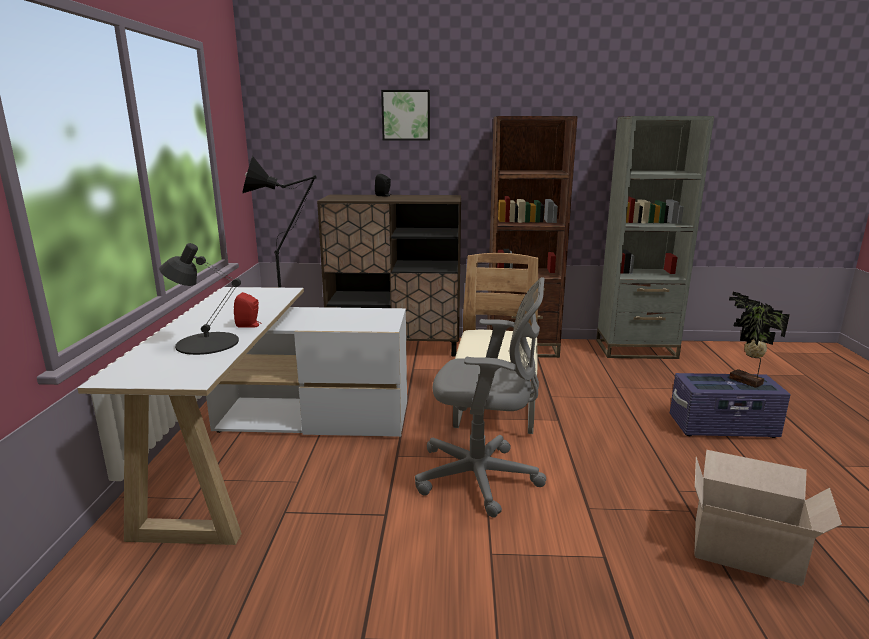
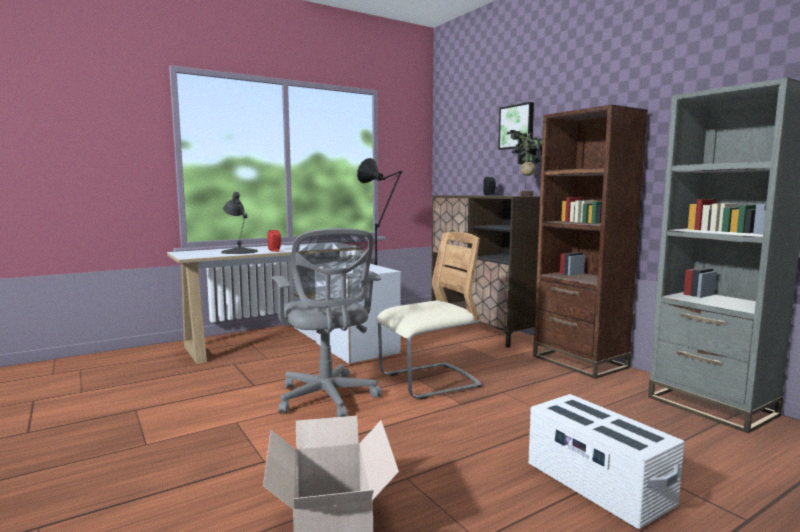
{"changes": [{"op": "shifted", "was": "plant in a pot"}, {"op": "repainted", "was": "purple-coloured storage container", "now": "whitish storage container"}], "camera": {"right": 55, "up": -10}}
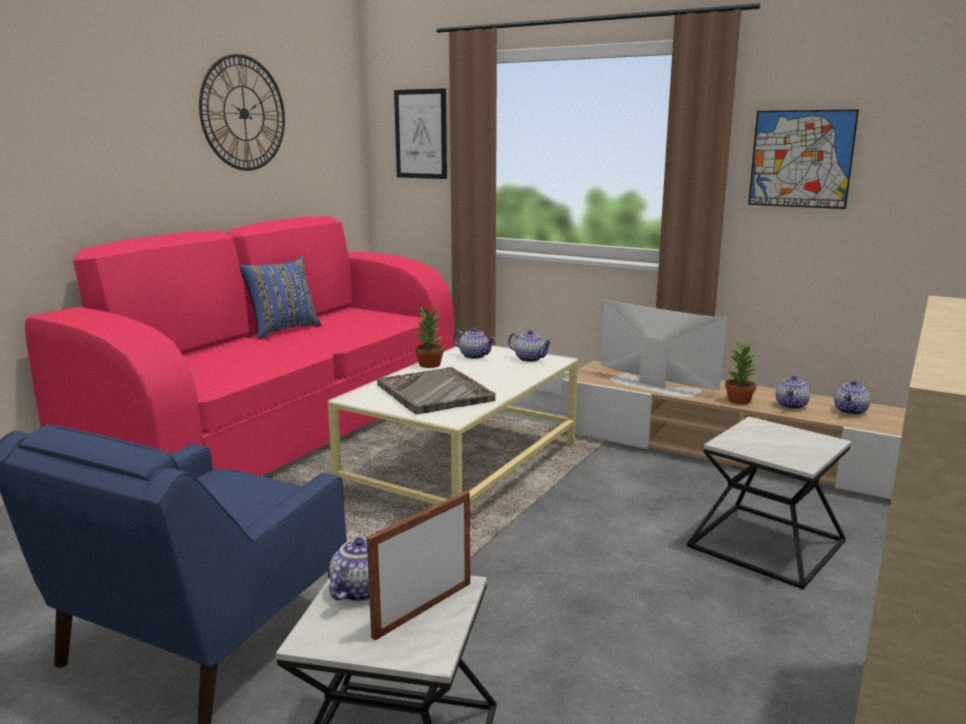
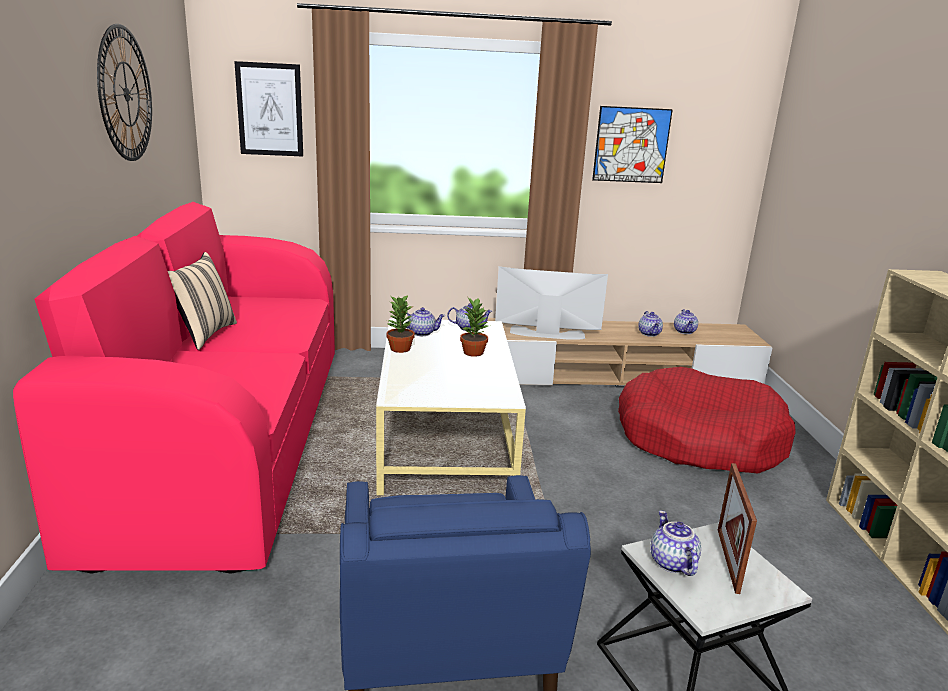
{"changes": [{"op": "repainted", "was": "blue-coloured pillow", "now": "beige-coloured pillow"}, {"op": "shifted", "was": "plant in a pot (no. 2 from left)"}, {"op": "gone", "was": "gray tray"}, {"op": "swapped", "was": "side table (no. 2 from left)", "now": "reddish dog bed"}], "camera": {"right": -35, "up": 5}}
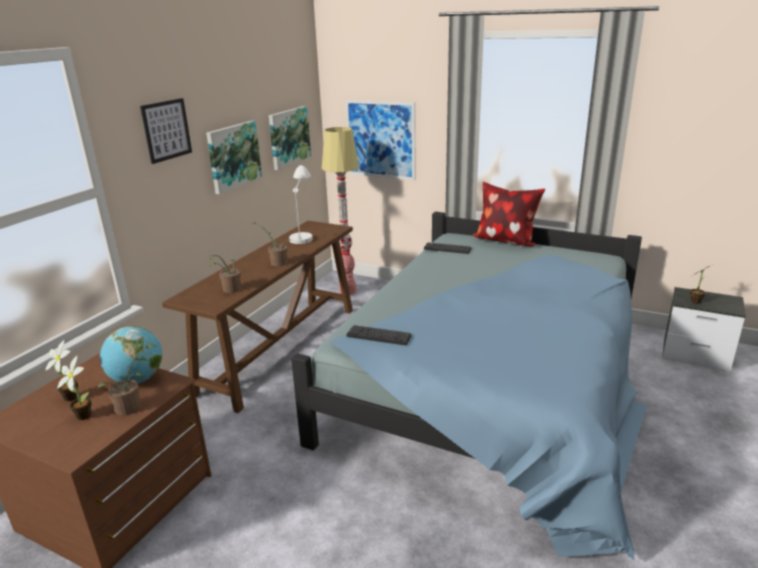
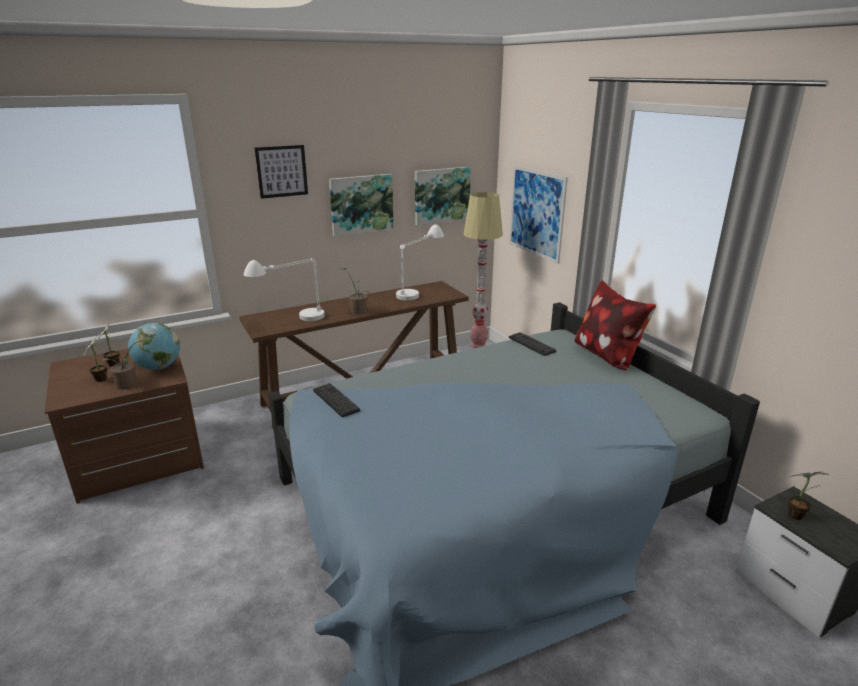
{"changes": [{"op": "swapped", "was": "plant in a pot (no. 4 from left)", "now": "whitish table lamp (no. 1 from left)"}], "camera": {"right": 35, "up": 0}}
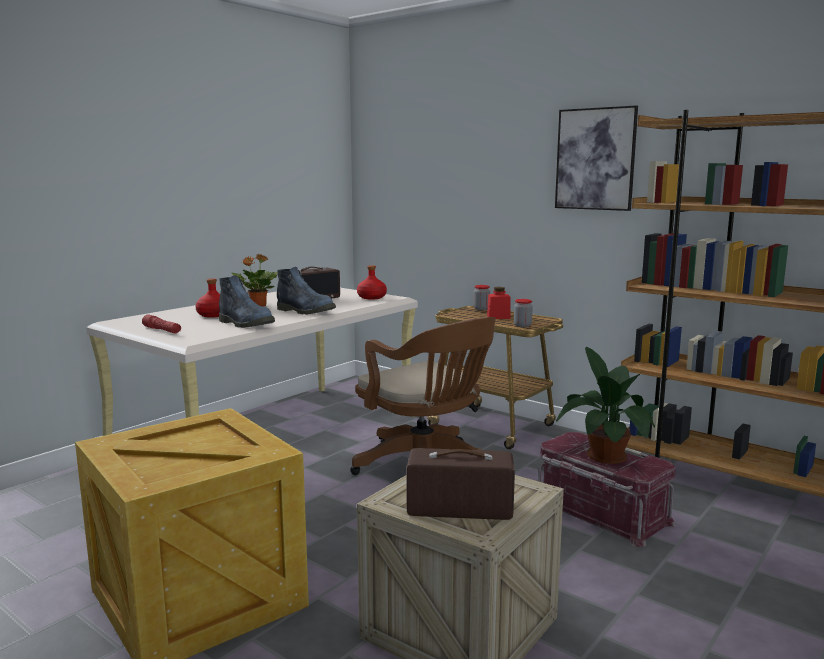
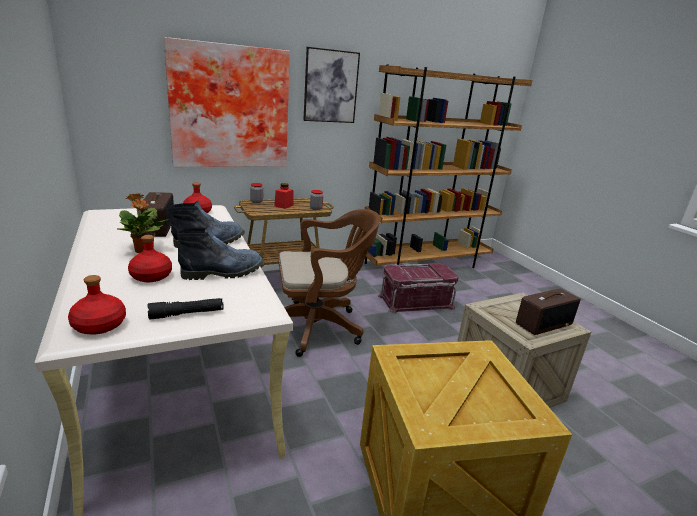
{"changes": [{"op": "repainted", "was": "reddish torch", "now": "black torch"}, {"op": "gone", "was": "plant in a pot (no. 2 from left)"}, {"op": "rotated", "was": "radio set (no. 2 from left)", "clockwise": -150}, {"op": "new", "now": "picture (no. 1 from left)"}, {"op": "new", "now": "reddish bottle (no. 1 from left)"}], "camera": {"right": -65, "up": 10}}
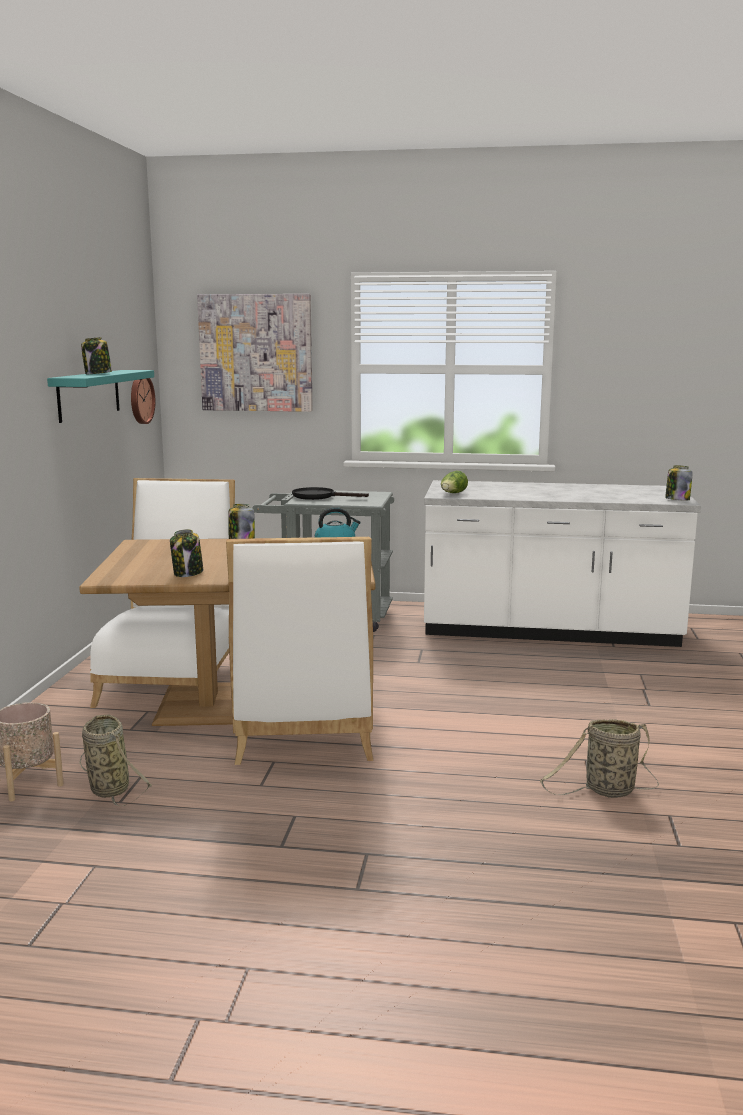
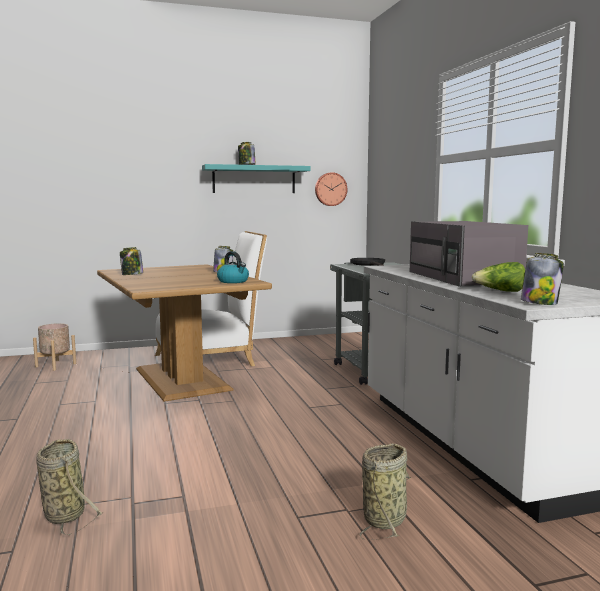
{"changes": [{"op": "gone", "was": "picture"}, {"op": "shifted", "was": "lettuce head"}, {"op": "gone", "was": "whitish chair (no. 2 from left)"}, {"op": "shifted", "was": "storage basket (no. 1 from left in the first image)", "now": "storage basket (no. 2 from left)"}, {"op": "new", "now": "gray microwave oven"}], "camera": {"right": 65, "up": -5}}
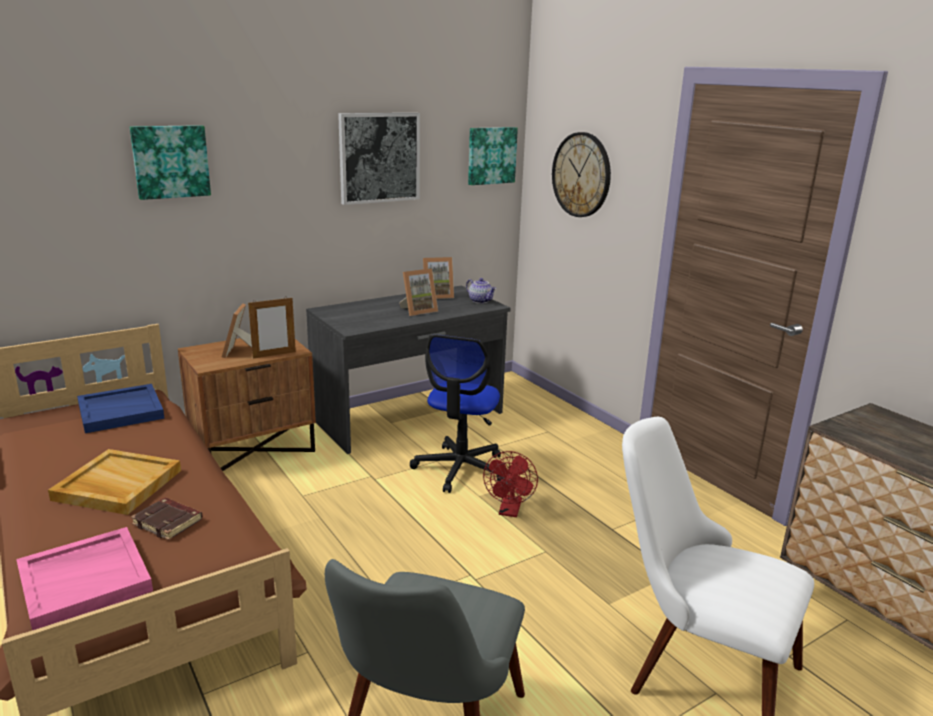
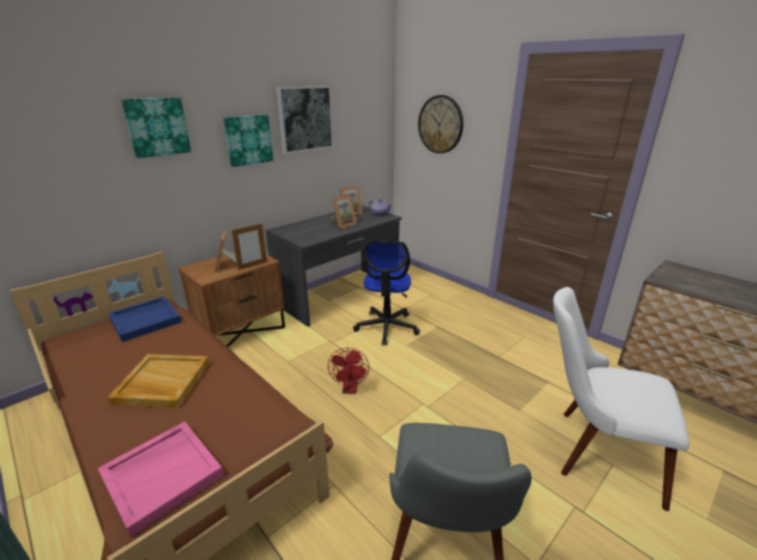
{"changes": [{"op": "shifted", "was": "picture (no. 3 from left in the first image)", "now": "picture (no. 2 from left)"}, {"op": "shifted", "was": "reddish electric fan"}, {"op": "gone", "was": "brownish volume"}], "camera": {"right": -10, "up": 5}}
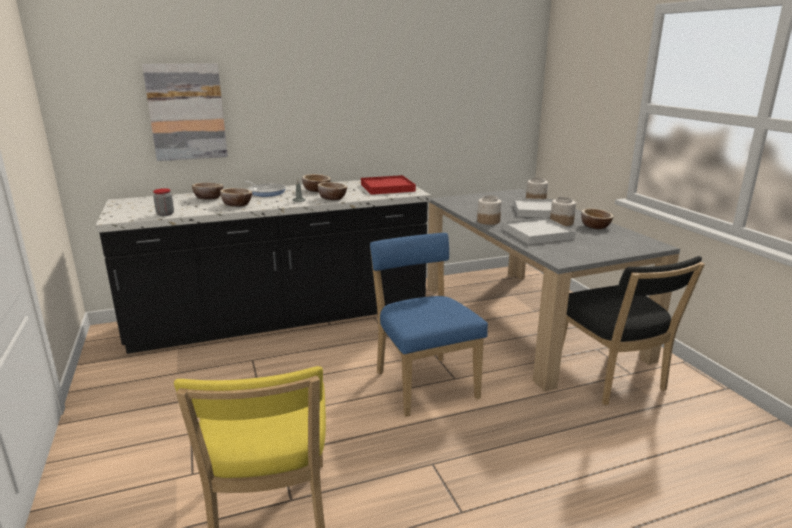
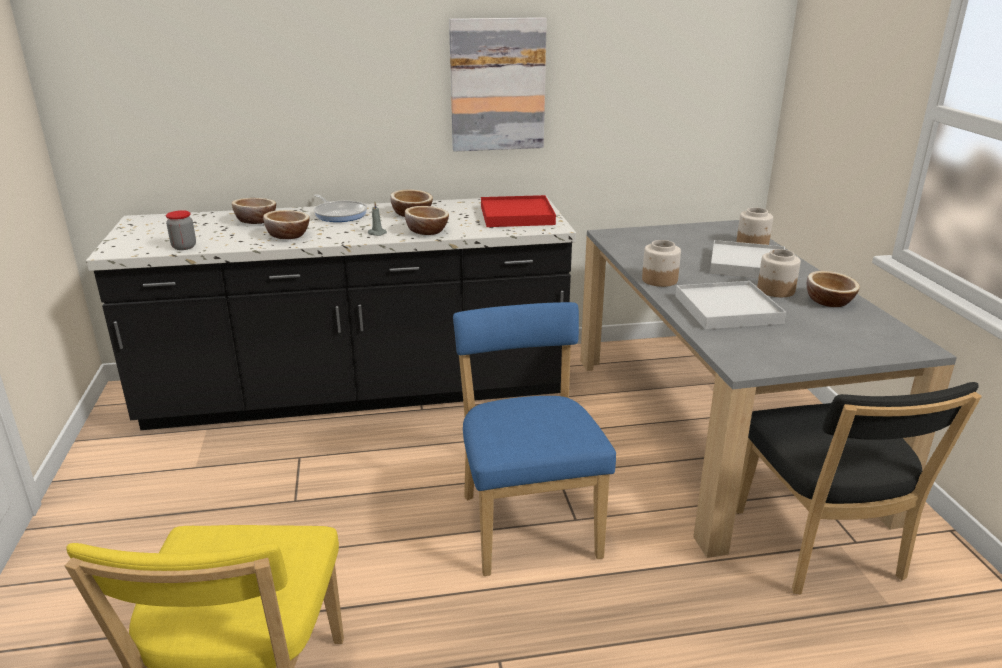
{"changes": [{"op": "shifted", "was": "picture"}], "camera": {"right": 10, "up": 5}}
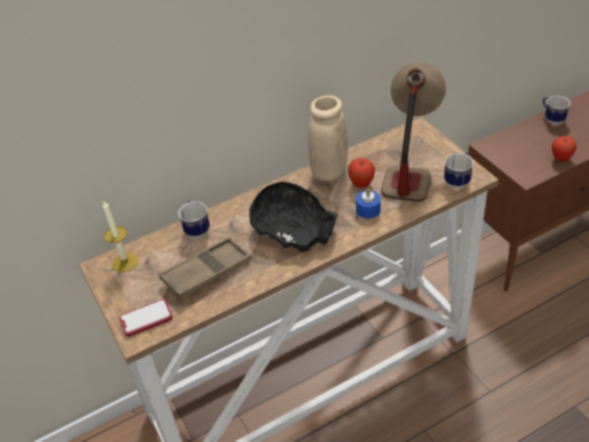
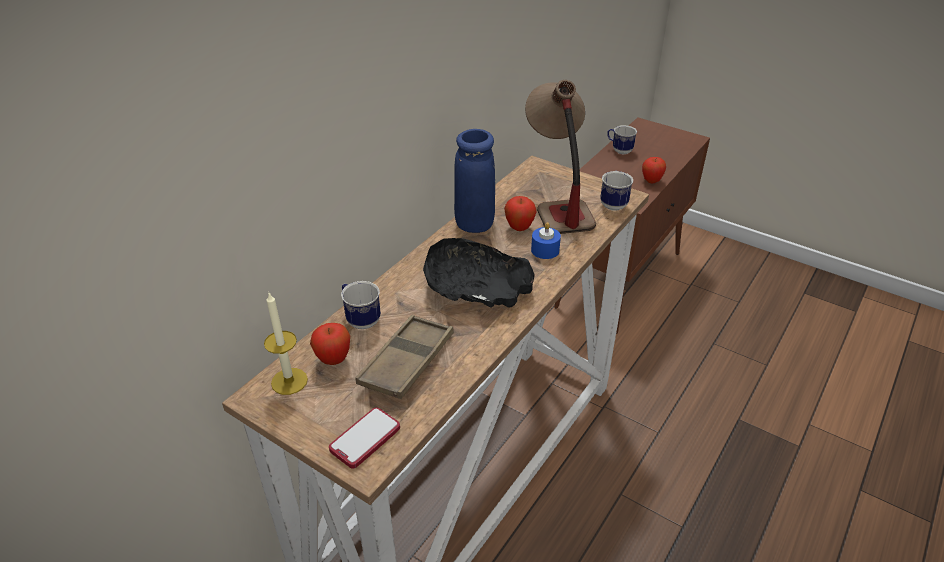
{"changes": [{"op": "repainted", "was": "beige-coloured vase", "now": "blue-coloured vase"}, {"op": "new", "now": "apple (no. 1 from left)"}], "camera": {"right": -30, "up": -5}}
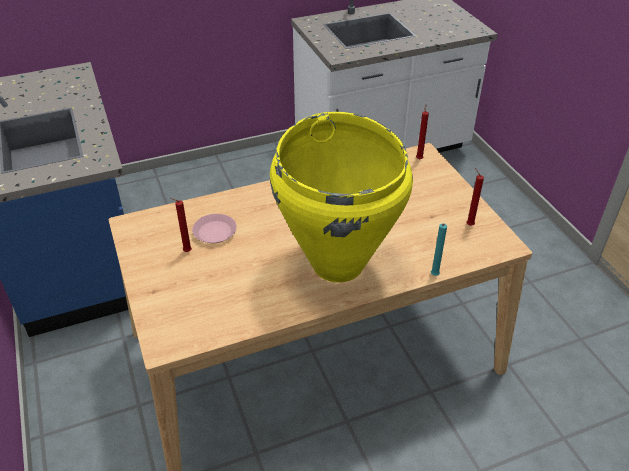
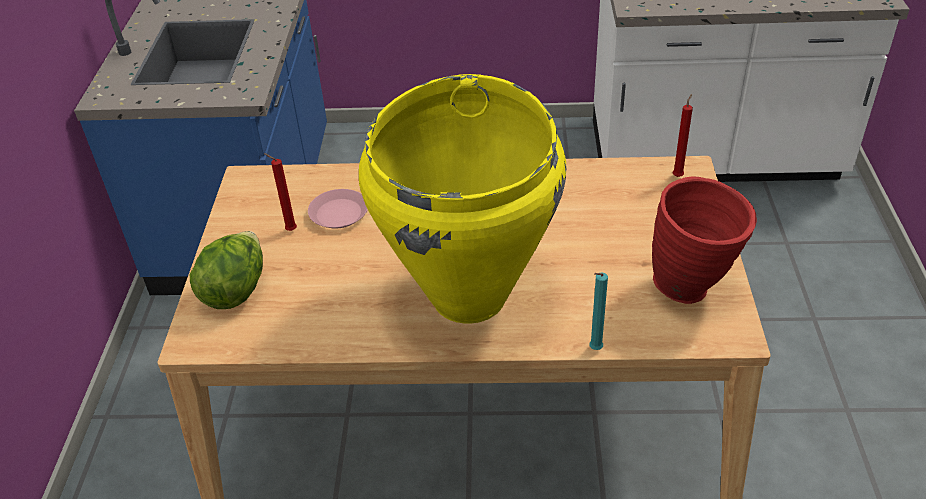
{"changes": [{"op": "swapped", "was": "reddish candle (no. 3 from left)", "now": "reddish vase"}, {"op": "new", "now": "lettuce head"}], "camera": {"right": 25, "up": 0}}
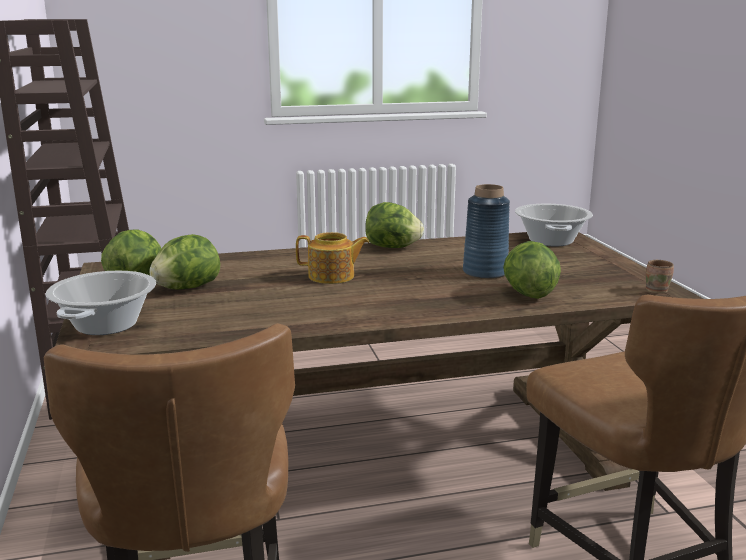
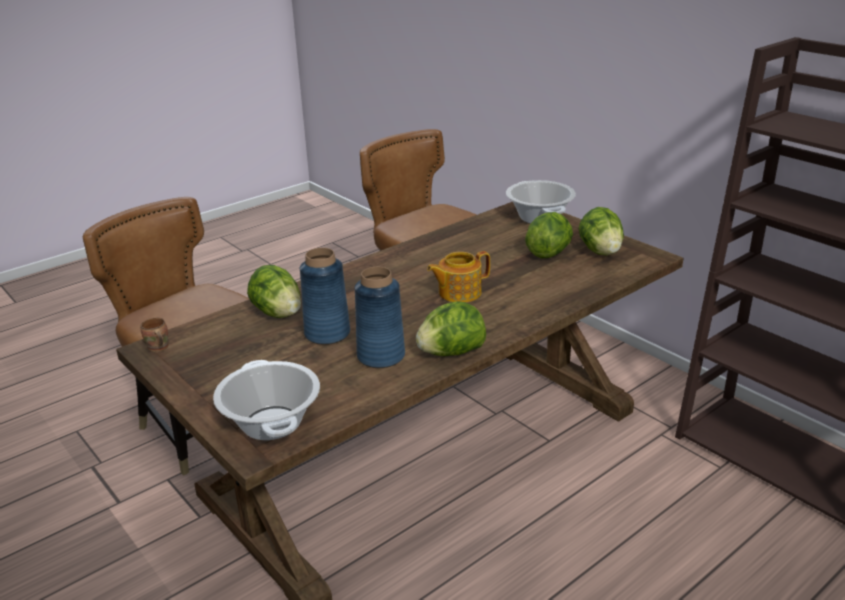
{"changes": [{"op": "new", "now": "blue-coloured vase (no. 2 from left)"}], "camera": {"right": 155, "up": 10}}
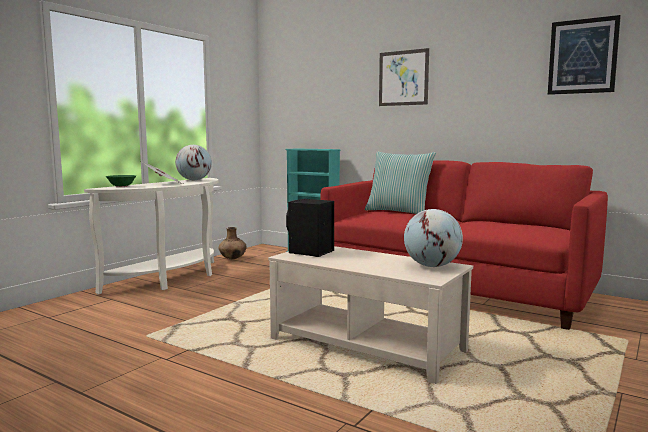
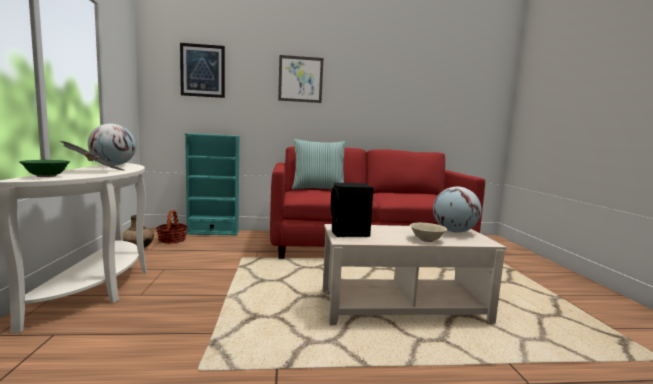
{"changes": [{"op": "shifted", "was": "picture (no. 2 from left in the first image)", "now": "picture (no. 1 from left)"}, {"op": "new", "now": "storage basket"}, {"op": "new", "now": "beige-coloured bowl"}], "camera": {"right": -40, "up": 0}}
